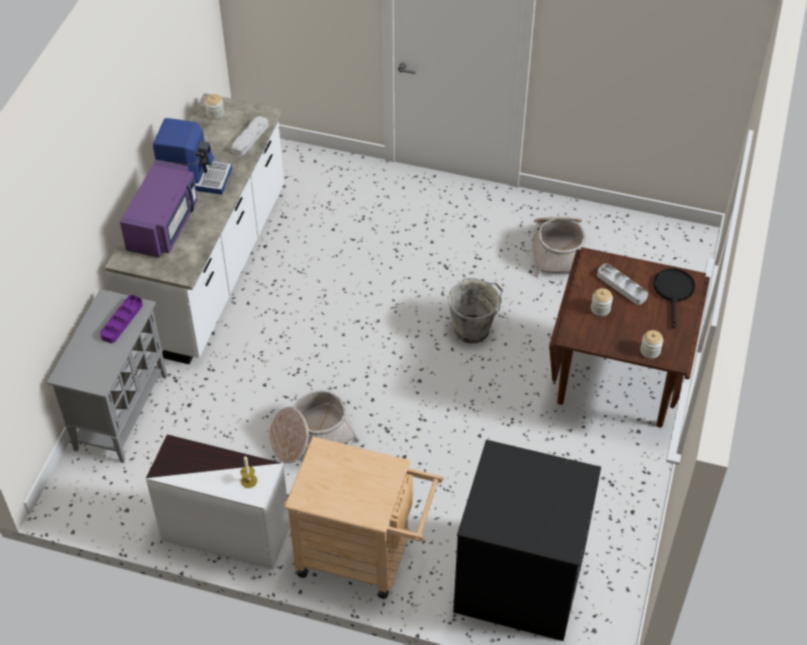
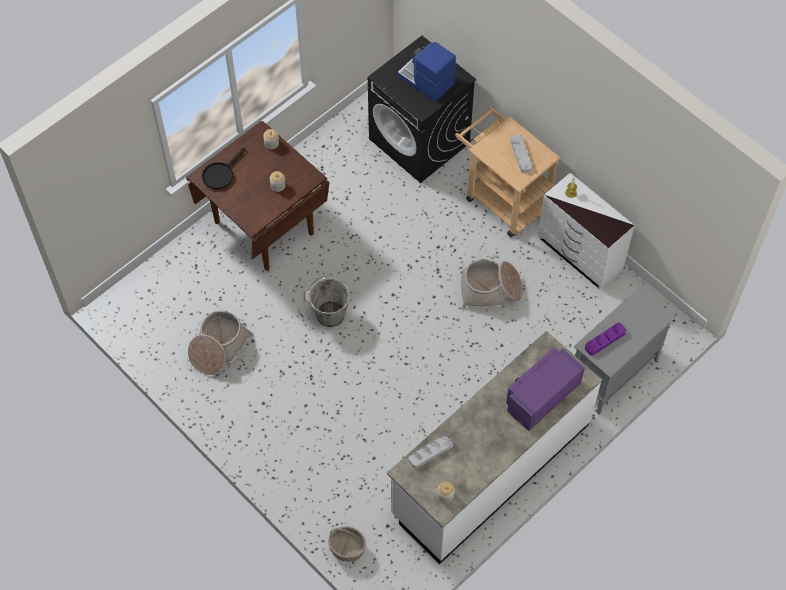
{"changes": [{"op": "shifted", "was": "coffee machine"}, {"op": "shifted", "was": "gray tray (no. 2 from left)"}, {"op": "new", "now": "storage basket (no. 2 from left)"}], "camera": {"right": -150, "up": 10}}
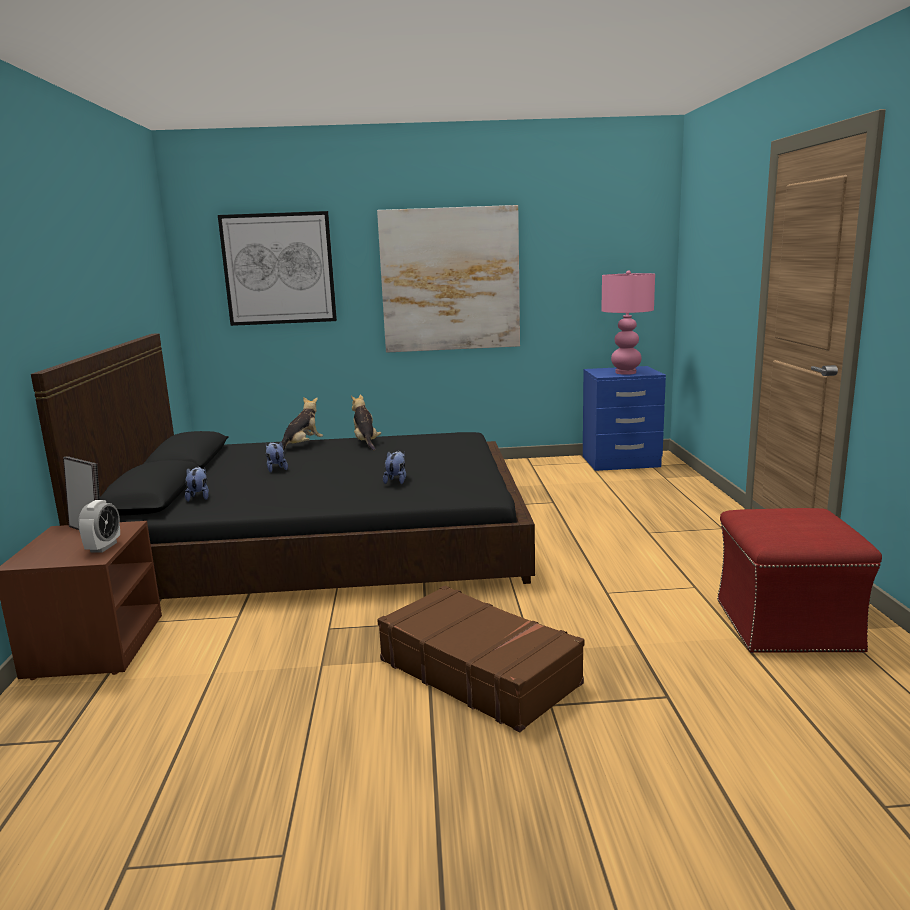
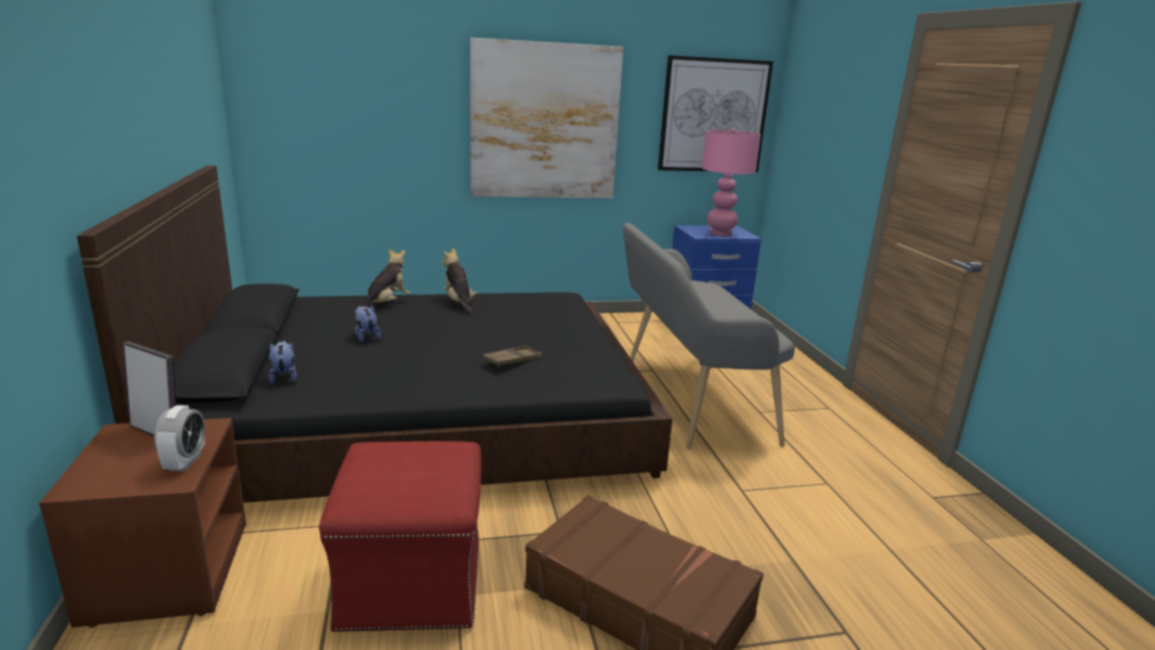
{"changes": [{"op": "shifted", "was": "picture (no. 1 from left in the first image)", "now": "picture (no. 2 from left)"}, {"op": "swapped", "was": "plush toy (no. 5 from left)", "now": "brownish tray"}, {"op": "shifted", "was": "reddish ottoman"}, {"op": "new", "now": "gray indoor bench"}], "camera": {"right": -10, "up": 5}}
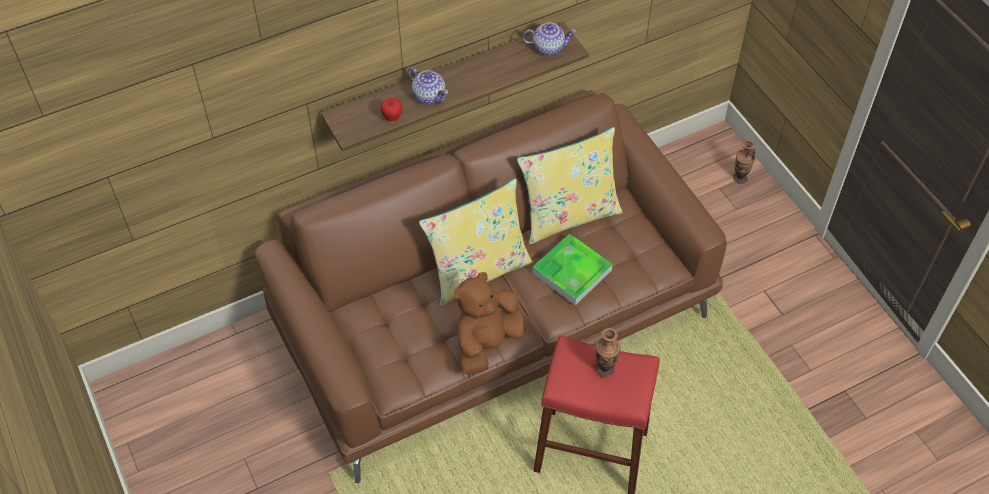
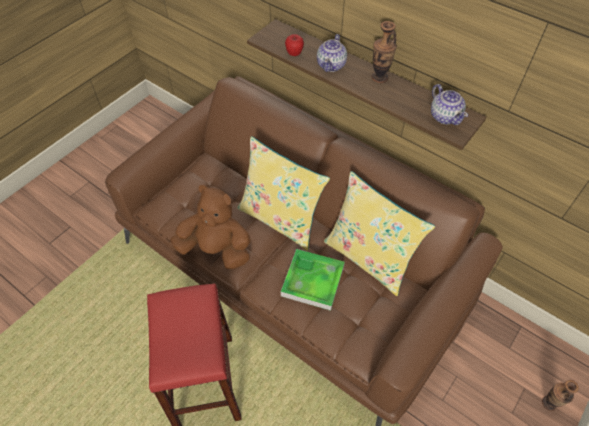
{"changes": [{"op": "shifted", "was": "vase (no. 1 from left)"}], "camera": {"right": 65, "up": 0}}
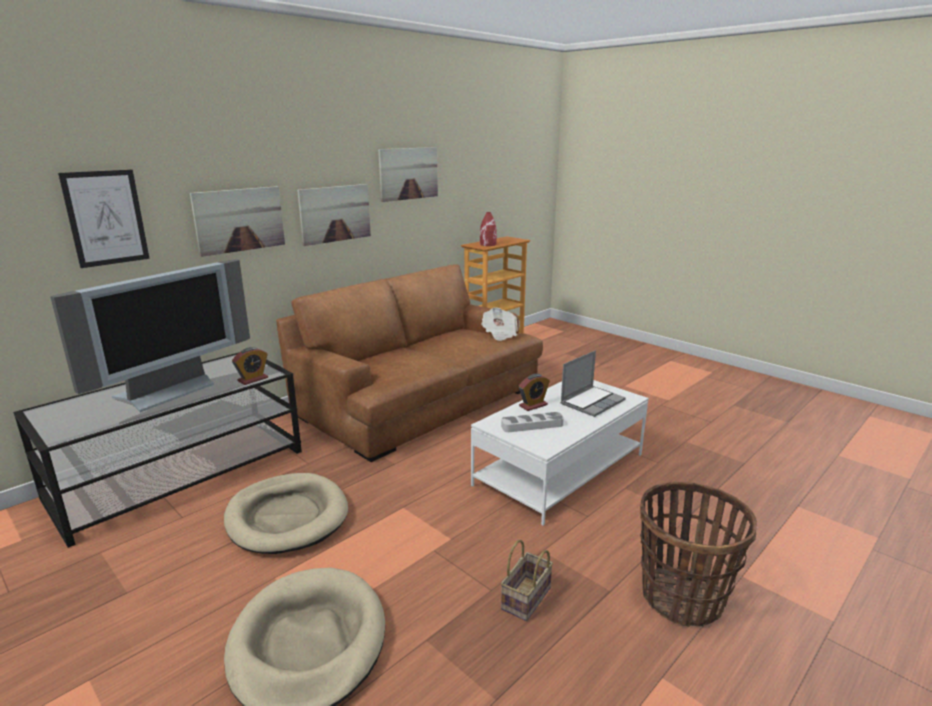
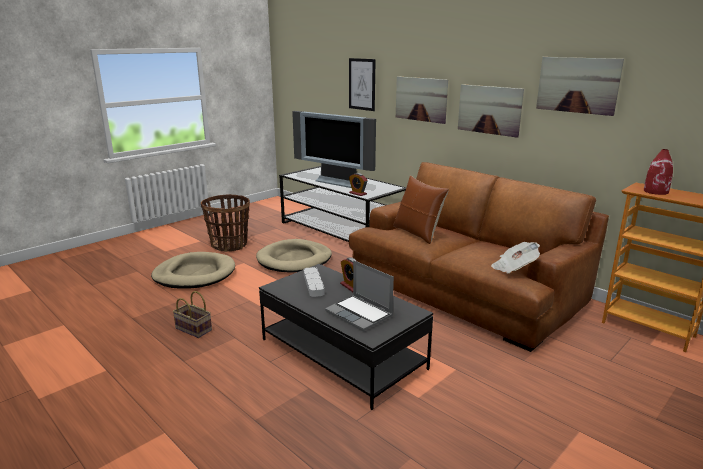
{"changes": [{"op": "repainted", "was": "whitish lounge table", "now": "black lounge table"}, {"op": "shifted", "was": "storage basket (no. 2 from left)"}, {"op": "new", "now": "brownish pillow"}], "camera": {"right": 90, "up": 0}}
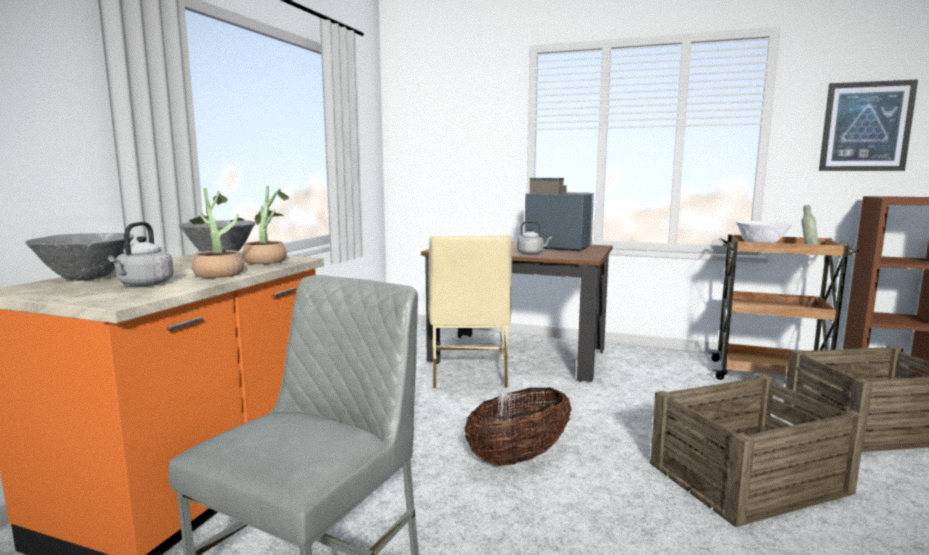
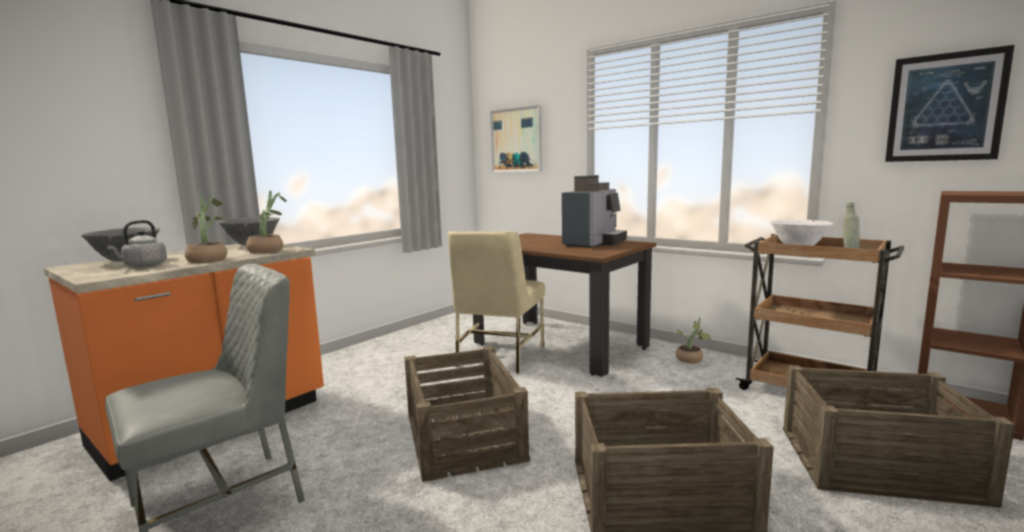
{"changes": [{"op": "rotated", "was": "coffee machine", "clockwise": 75}, {"op": "gone", "was": "gray water kettle (no. 2 from left)"}, {"op": "swapped", "was": "storage basket", "now": "crate (no. 1 from left)"}, {"op": "new", "now": "picture (no. 1 from left)"}, {"op": "new", "now": "plant in a pot (no. 3 from left)"}], "camera": {"right": 20, "up": 0}}
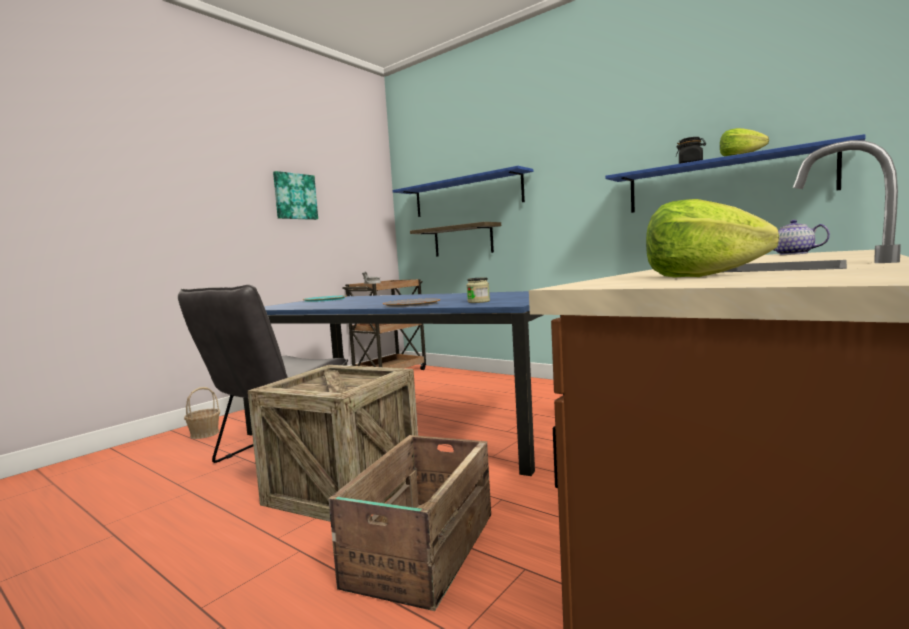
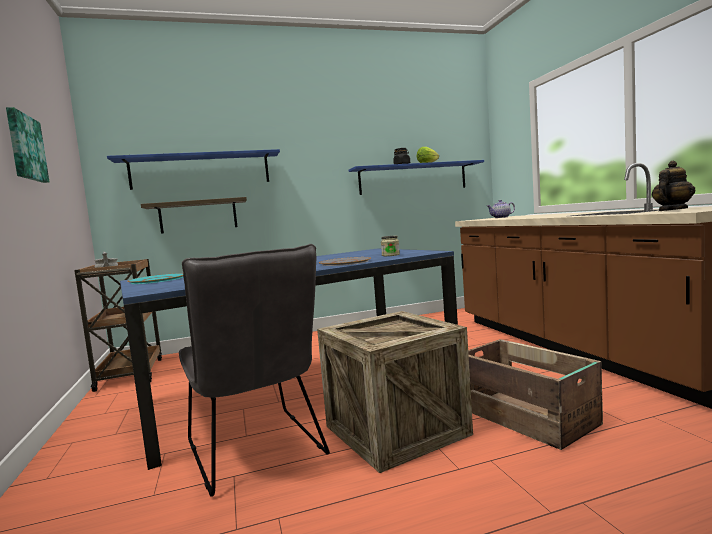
{"changes": [{"op": "swapped", "was": "lettuce head (no. 1 from left)", "now": "tea pot (no. 2 from left)"}, {"op": "gone", "was": "storage basket"}], "camera": {"right": -55, "up": 0}}
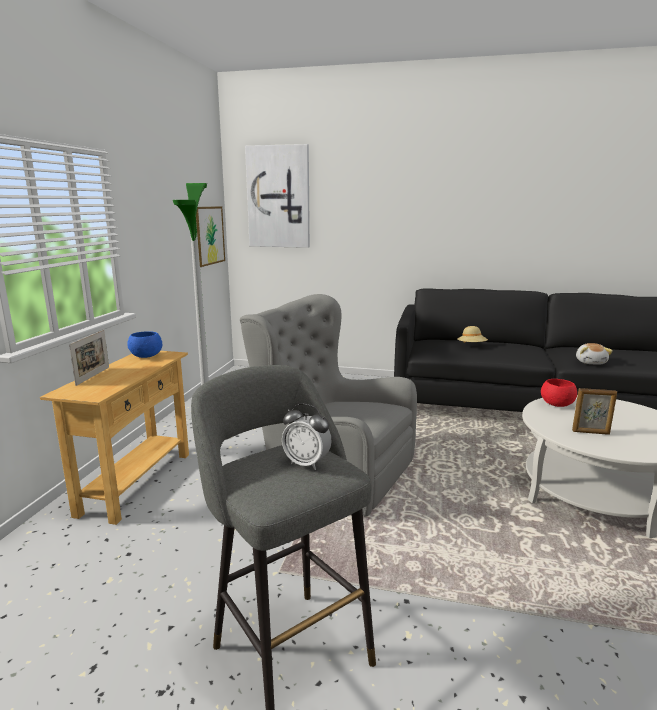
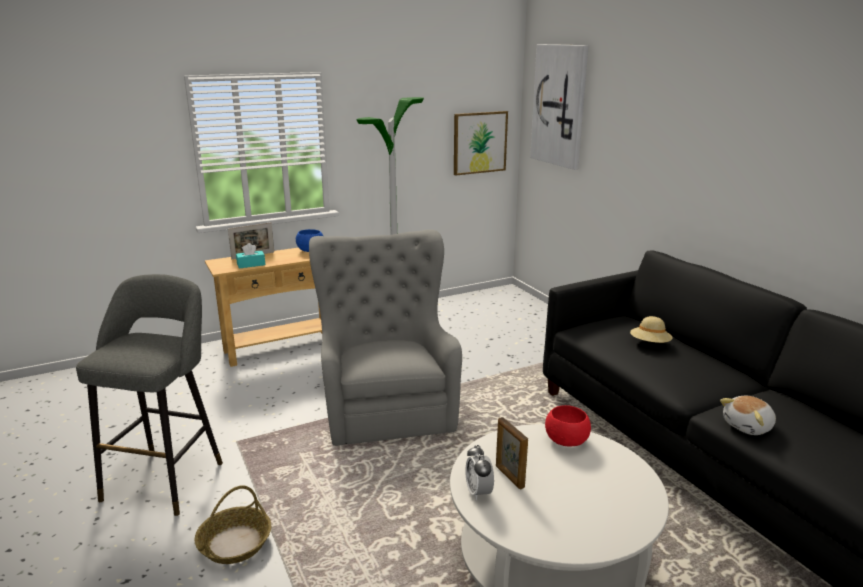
{"changes": [{"op": "shifted", "was": "bedside clock"}, {"op": "new", "now": "blue-green box of tissues"}, {"op": "new", "now": "storage basket"}], "camera": {"right": 50, "up": 5}}
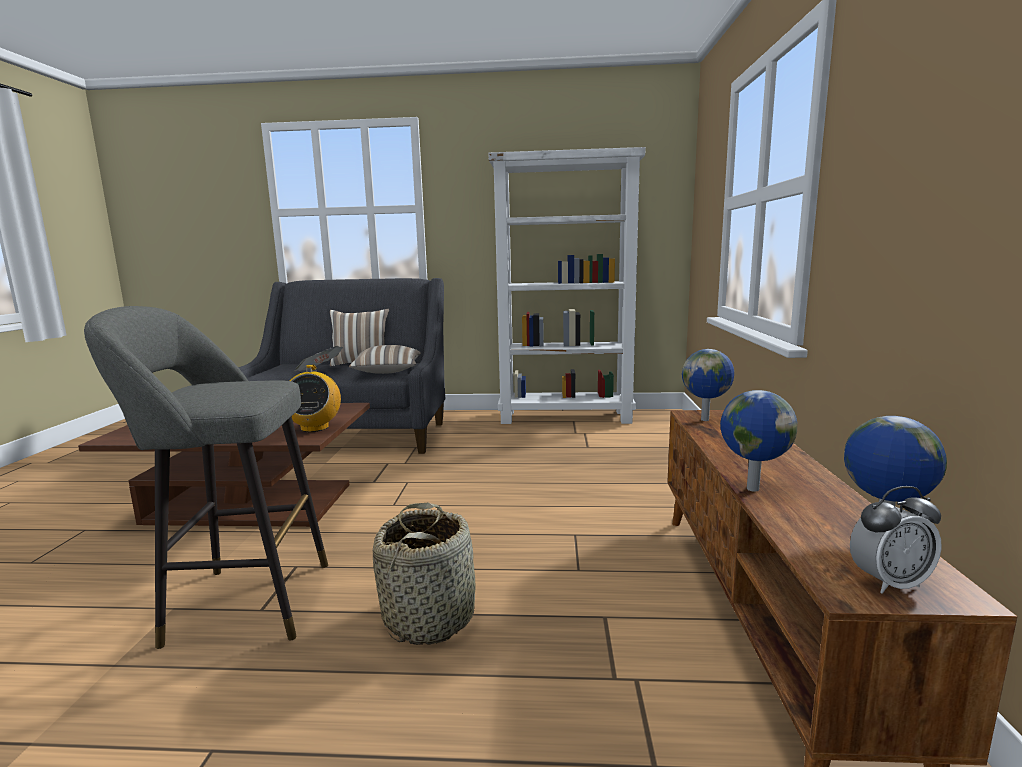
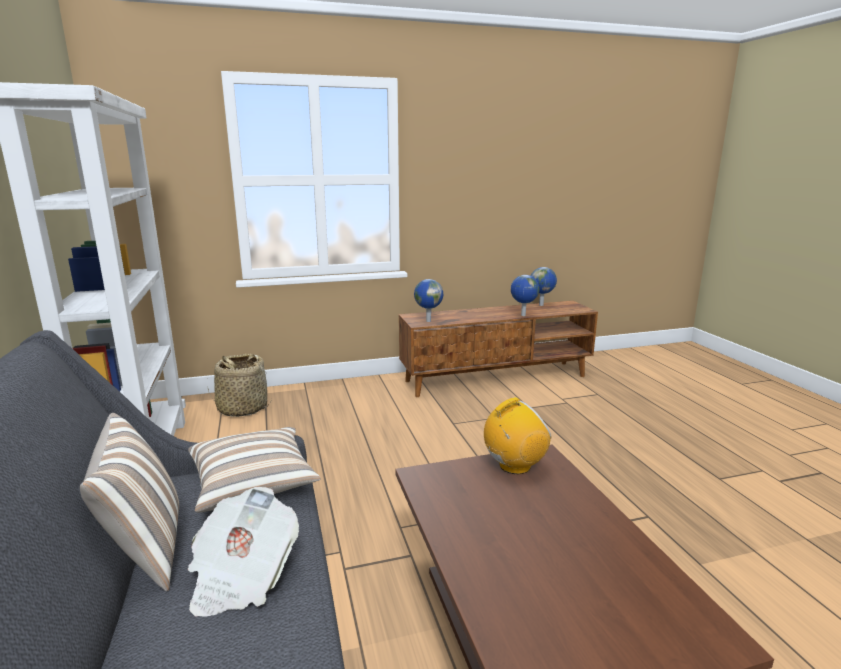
{"changes": [{"op": "gone", "was": "gray sitting stool"}, {"op": "gone", "was": "bedside clock"}, {"op": "shifted", "was": "storage basket"}], "camera": {"right": -110, "up": 5}}
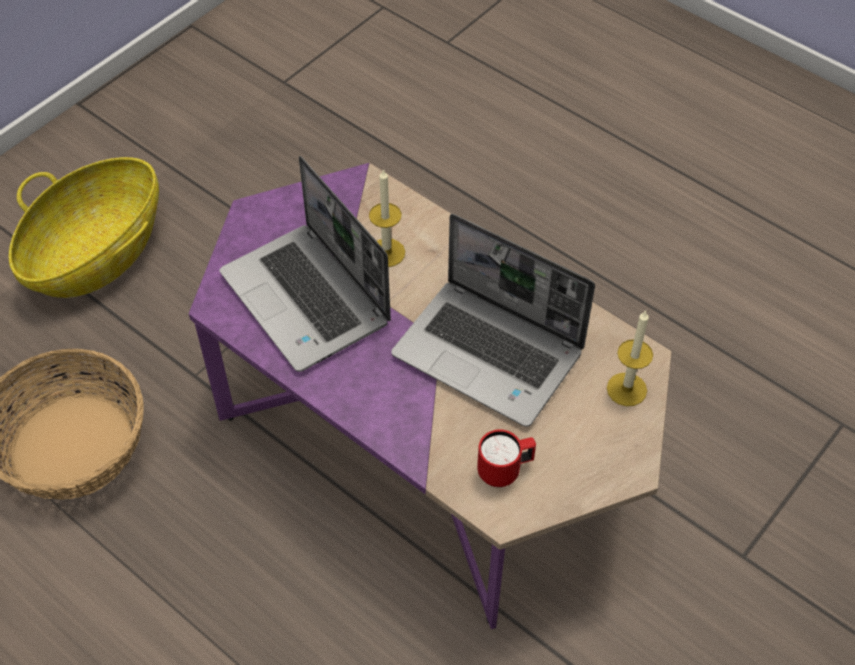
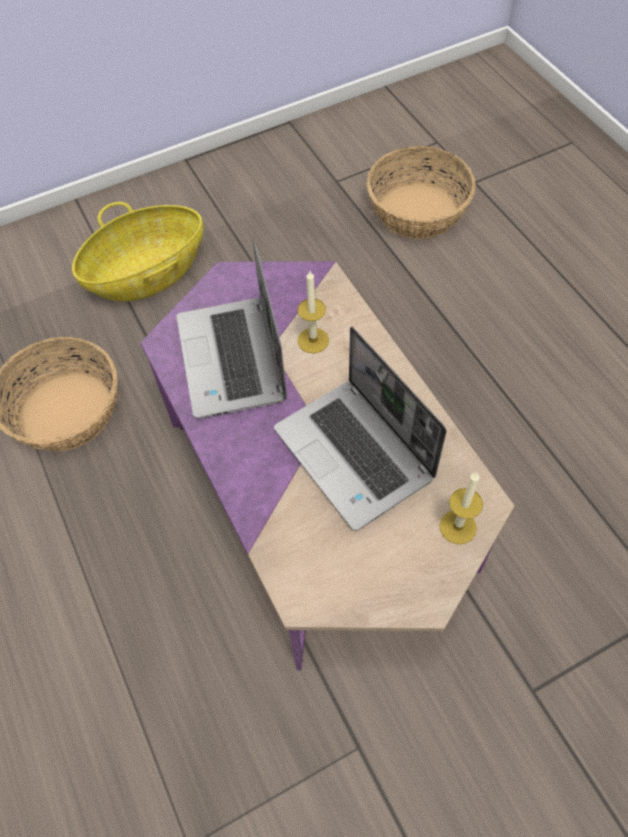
{"changes": [{"op": "gone", "was": "reddish mug"}, {"op": "new", "now": "storage basket (no. 3 from left)"}], "camera": {"right": 25, "up": 5}}
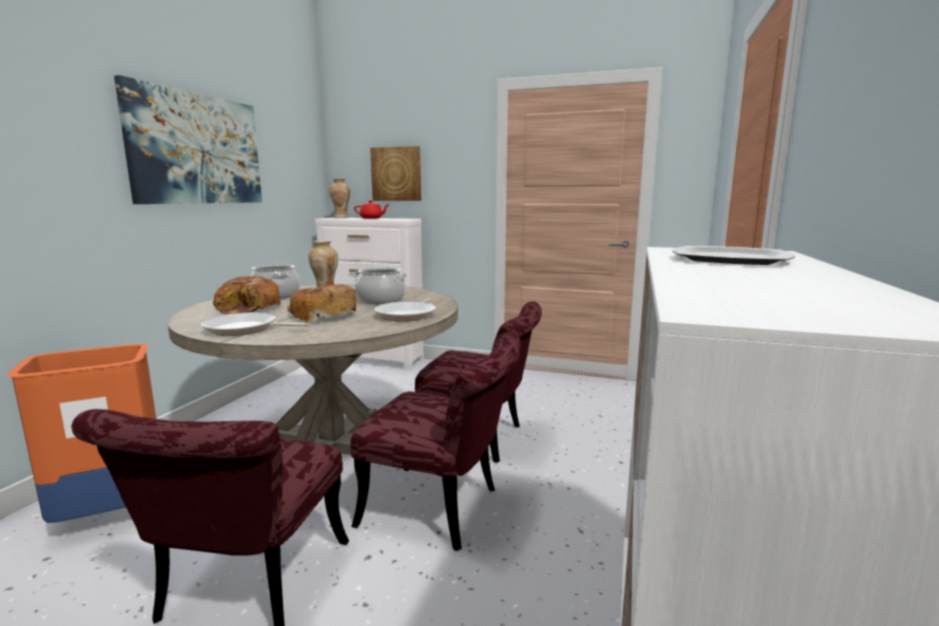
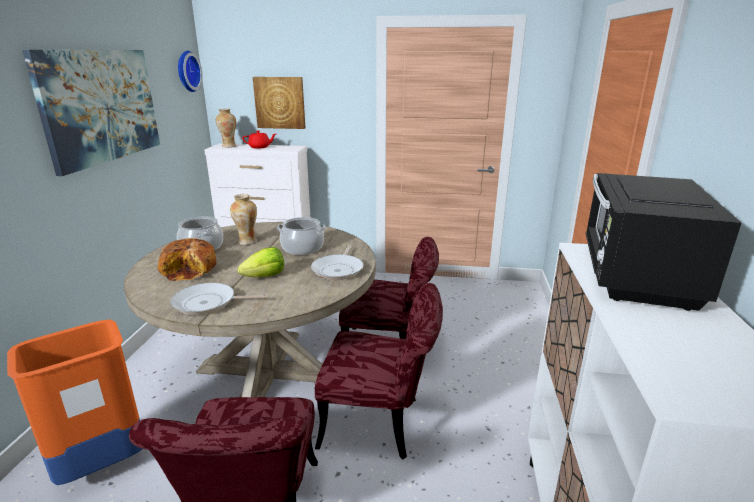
{"changes": [{"op": "swapped", "was": "dinner plate", "now": "black microwave oven"}, {"op": "swapped", "was": "bakery bread (no. 2 from left)", "now": "lettuce head"}, {"op": "new", "now": "wall clock"}], "camera": {"right": -10, "up": 10}}
